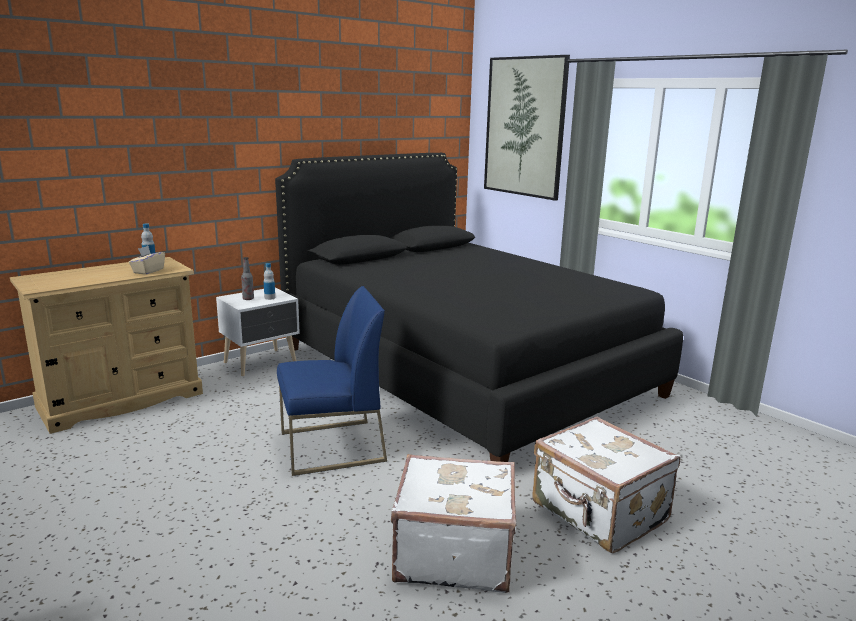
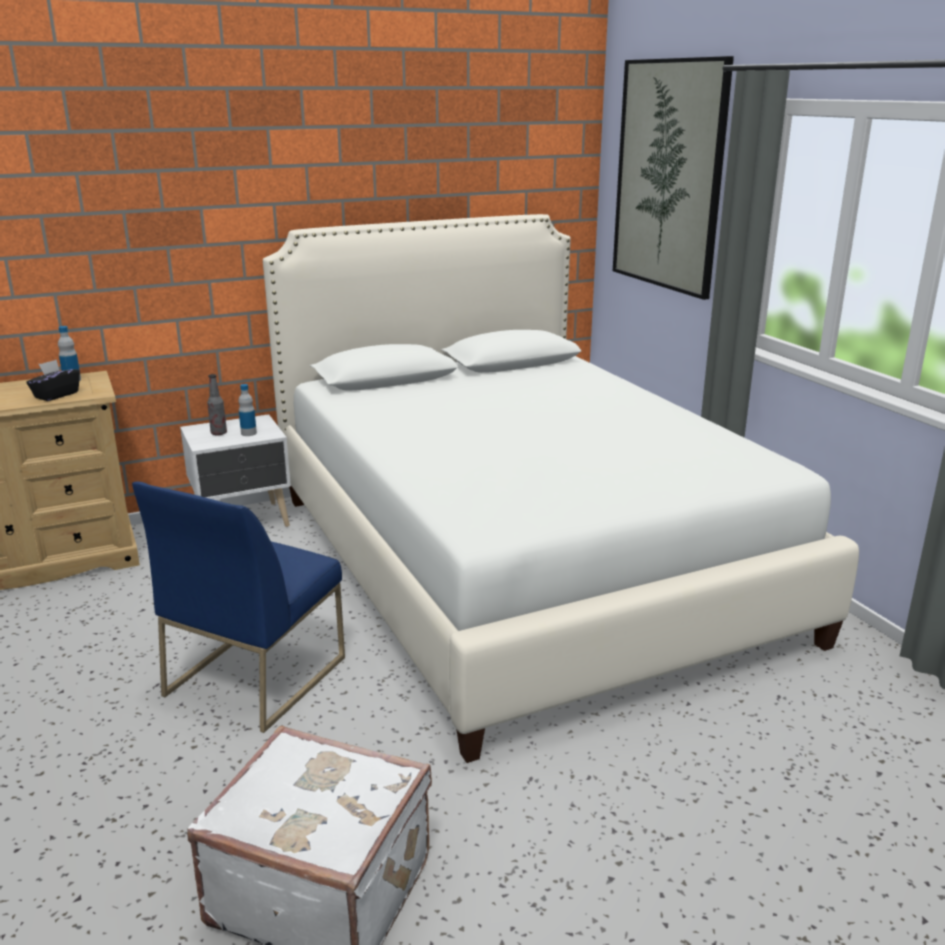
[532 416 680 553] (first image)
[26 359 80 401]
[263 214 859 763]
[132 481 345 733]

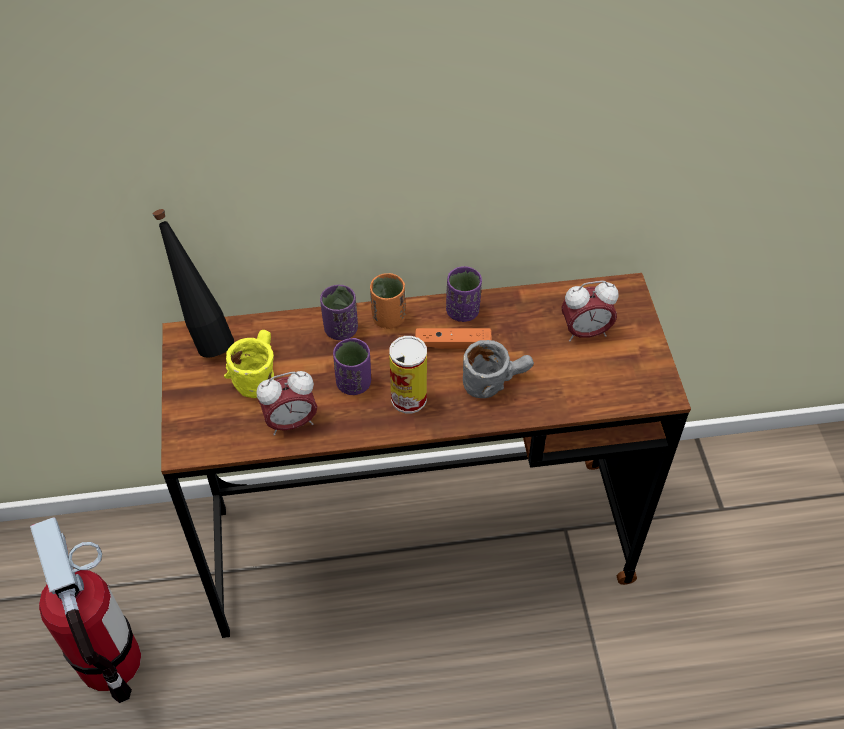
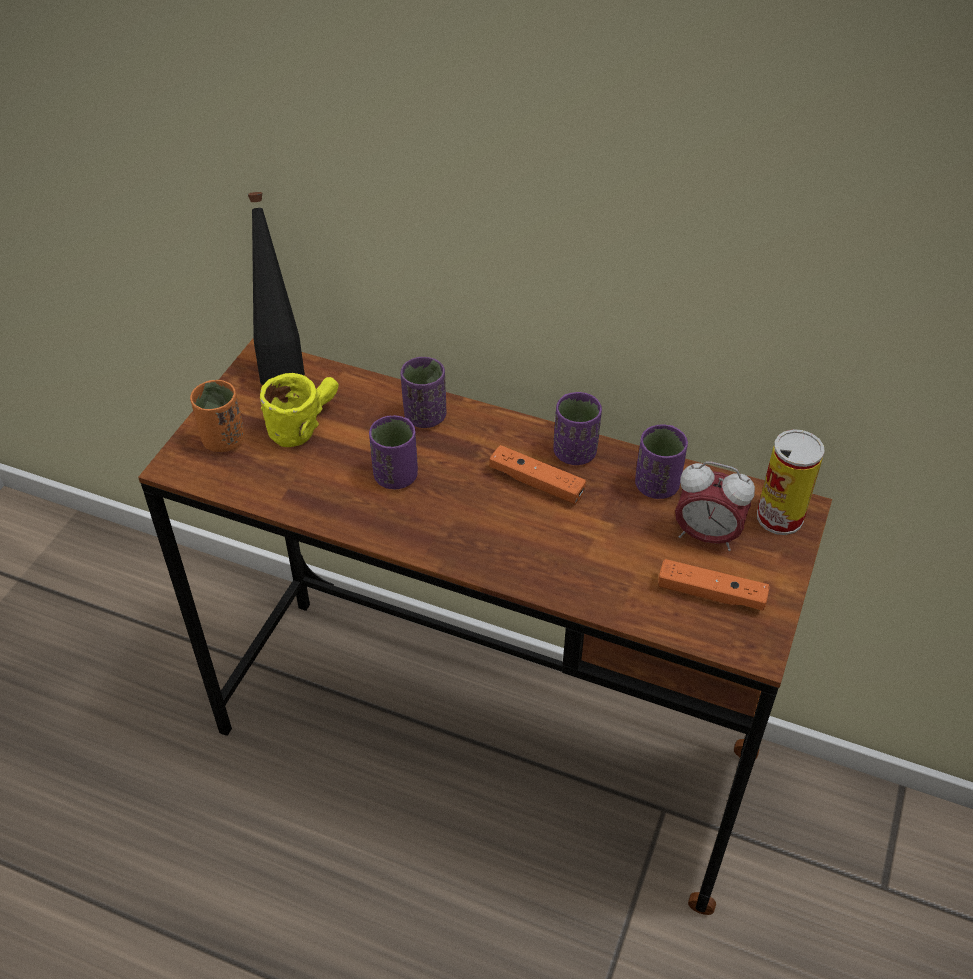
[30 517 141 703] (first image)
[257 371 317 436] (first image)
[463 340 534 398] (first image)
[635 425 688 499]
[658 559 770 611]
[190 380 245 452]
[757 429 825 535]

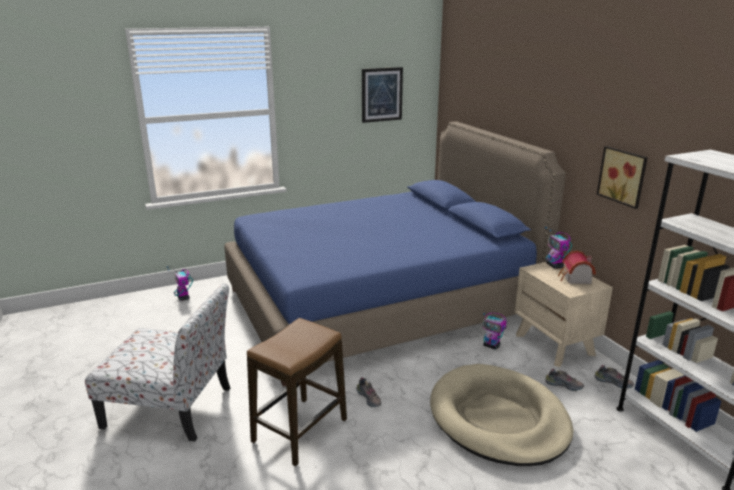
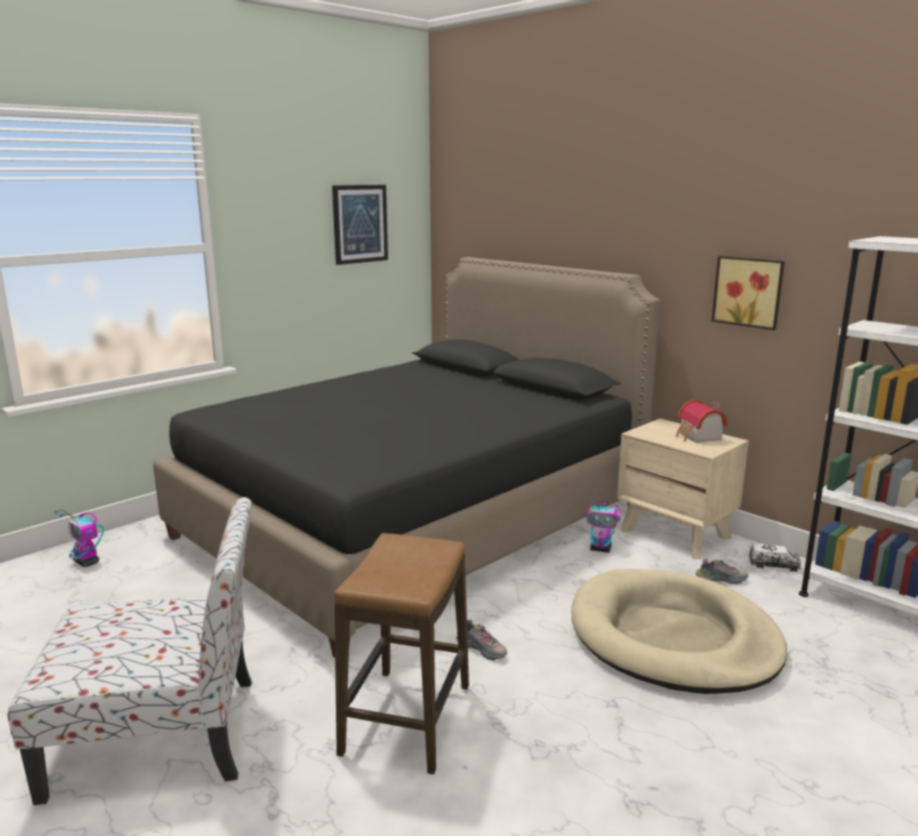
[545 227 572 269] (first image)
[749 543 801 572]
[153 257 660 658]

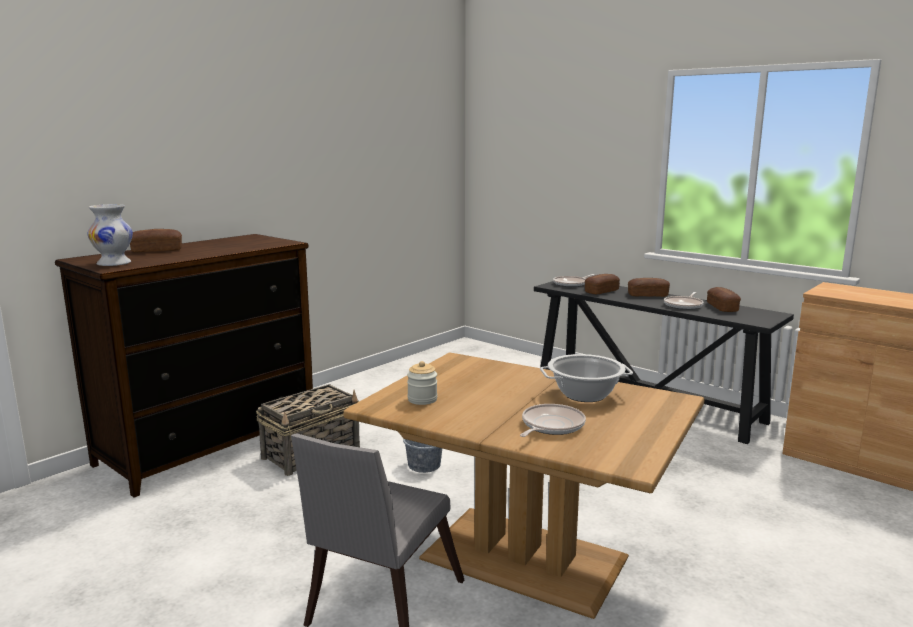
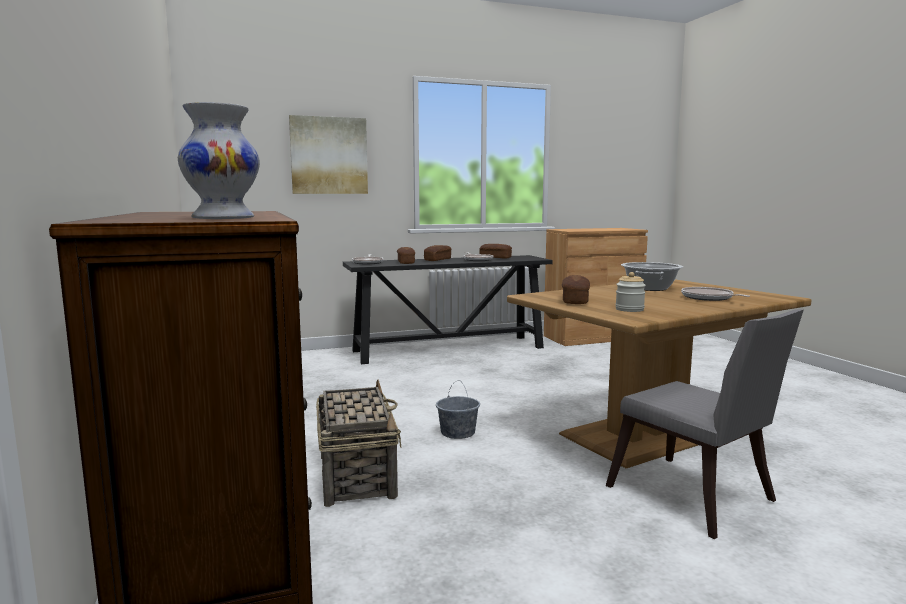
[289 115 368 194]
[562 275 590 304]

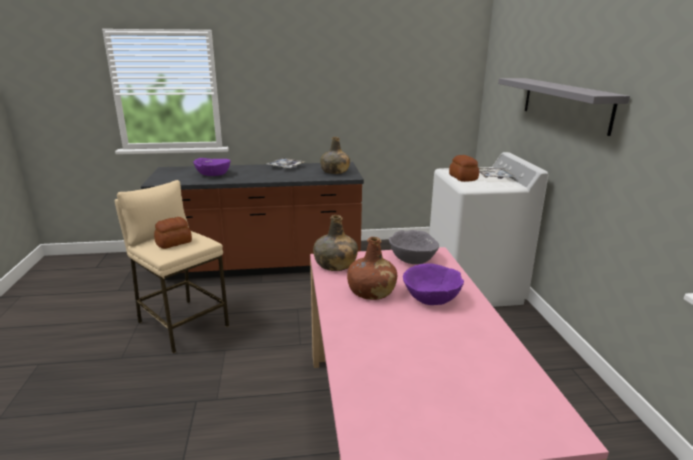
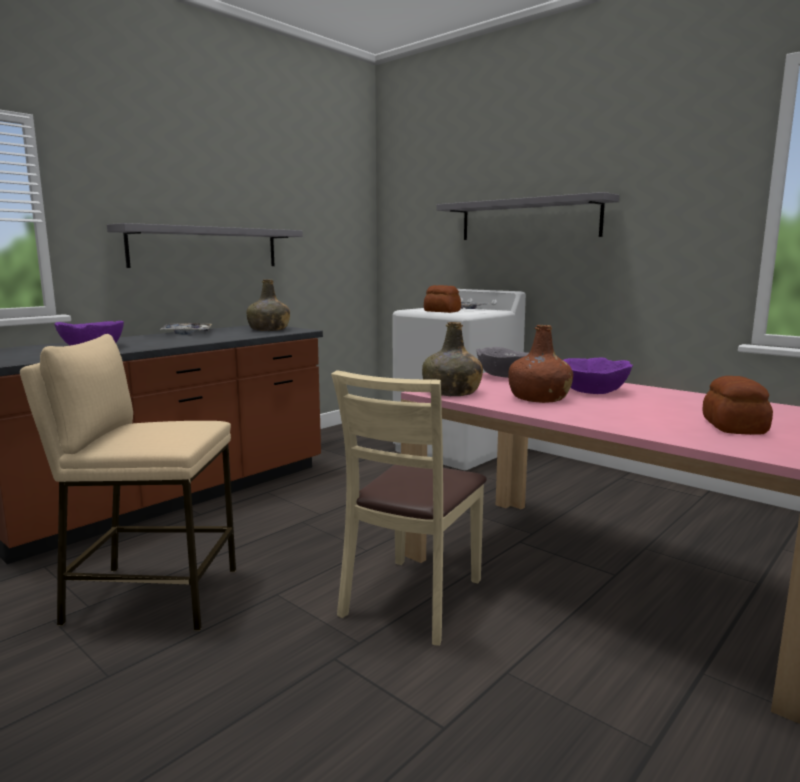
[107 223 303 268]
[331 370 487 646]
[702 376 773 435]

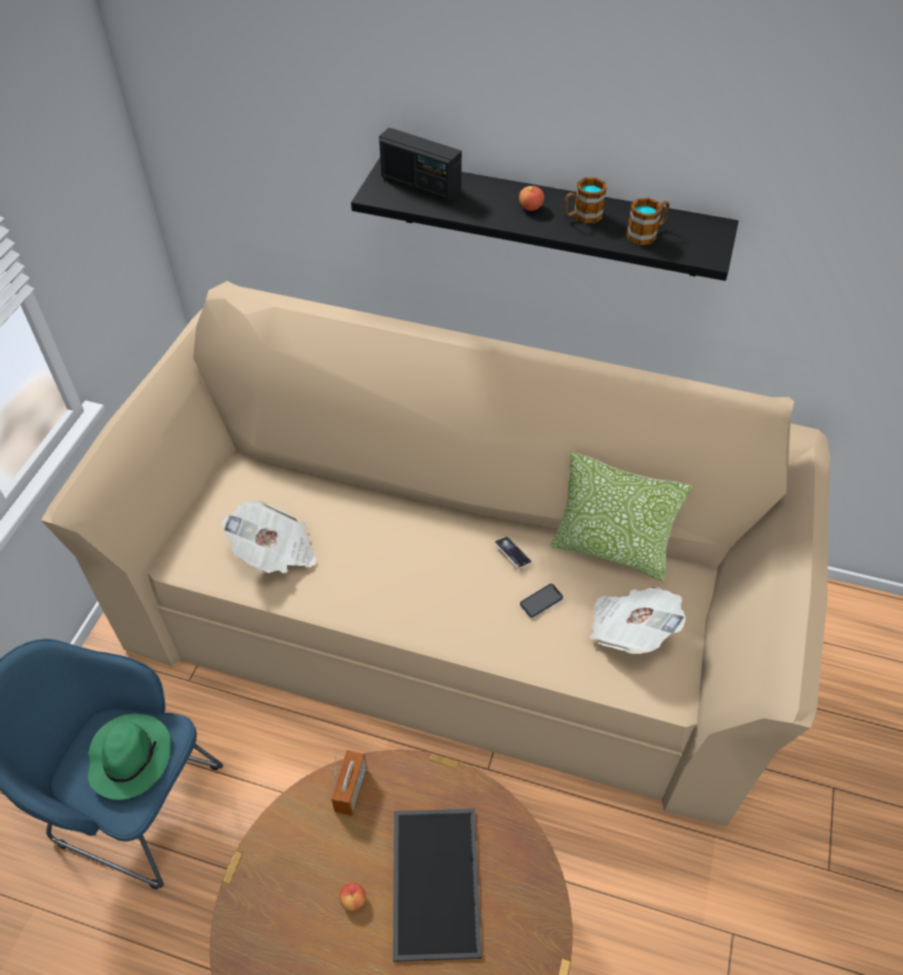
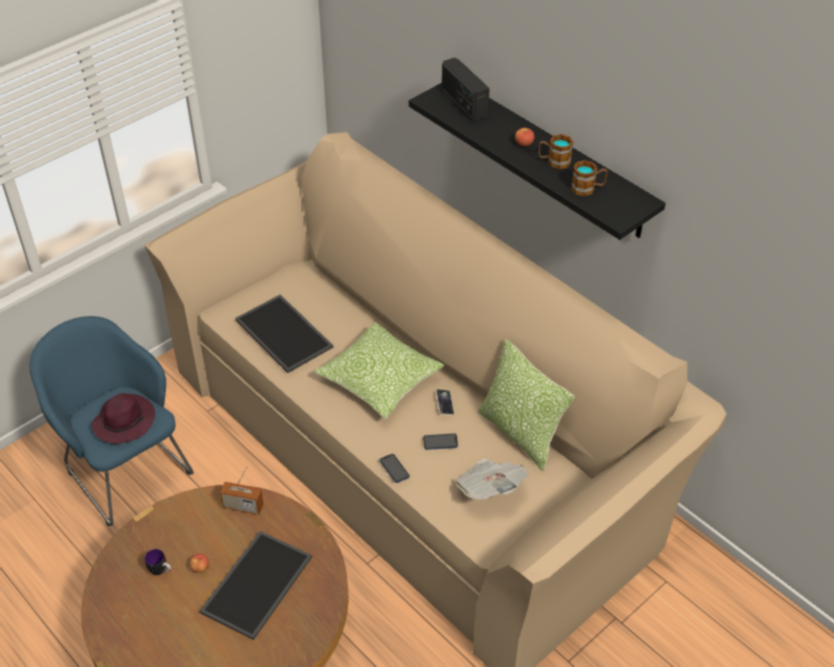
[144 549 171 575]
[314 322 444 419]
[380 454 410 483]
[235 295 333 373]
[91 393 155 444]
[220 467 264 515]

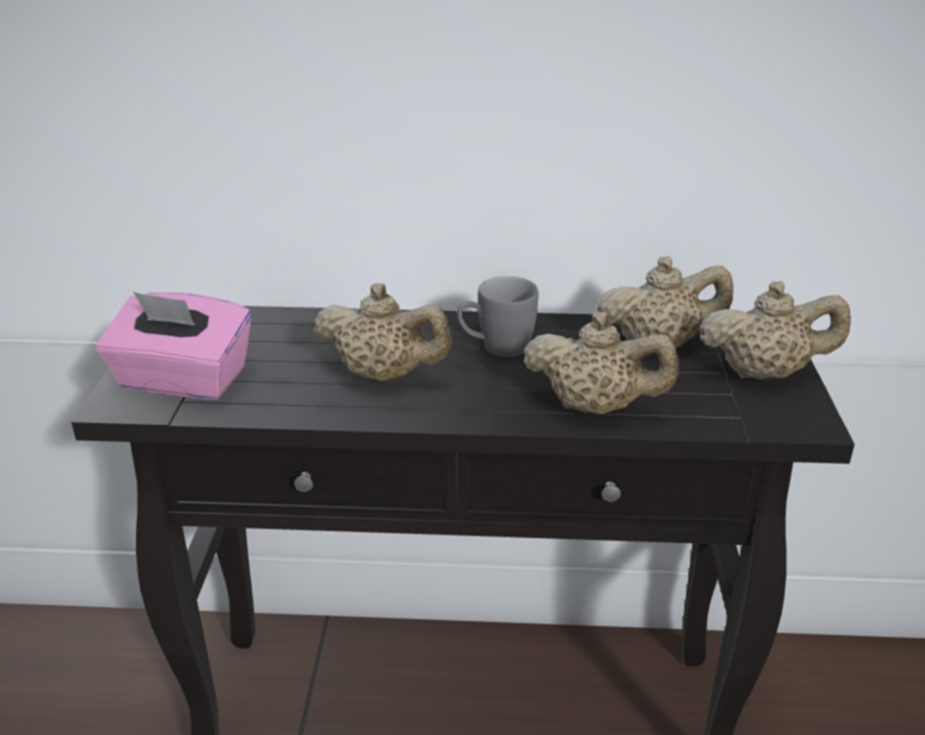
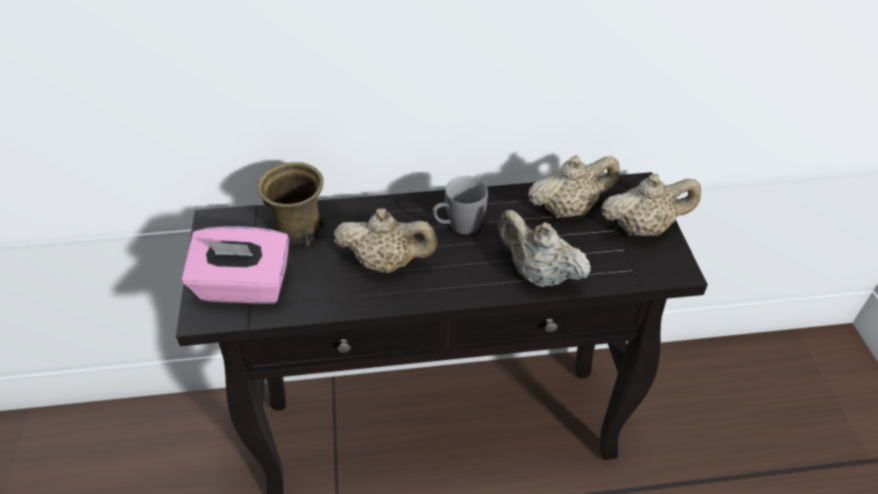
[257 162 325 246]
[497 210 591 287]

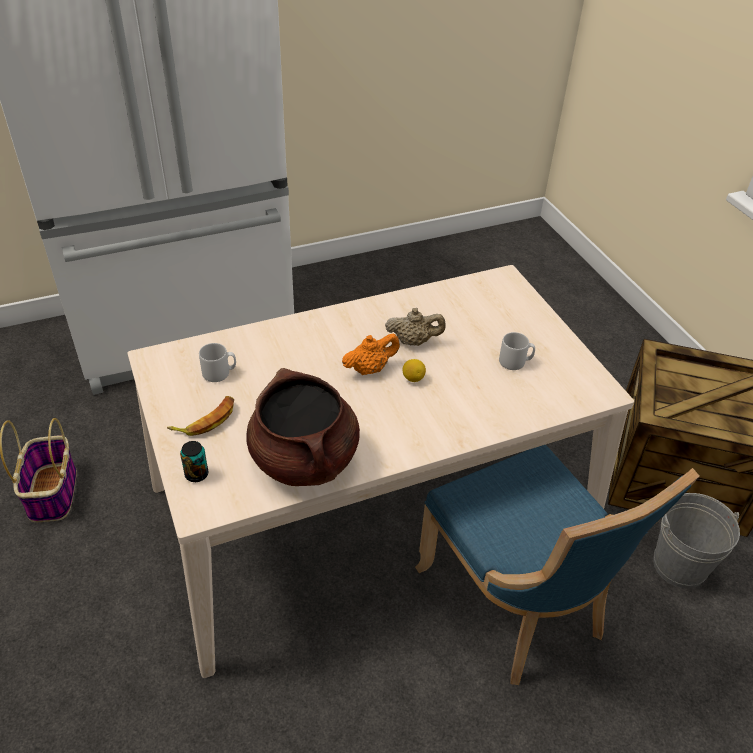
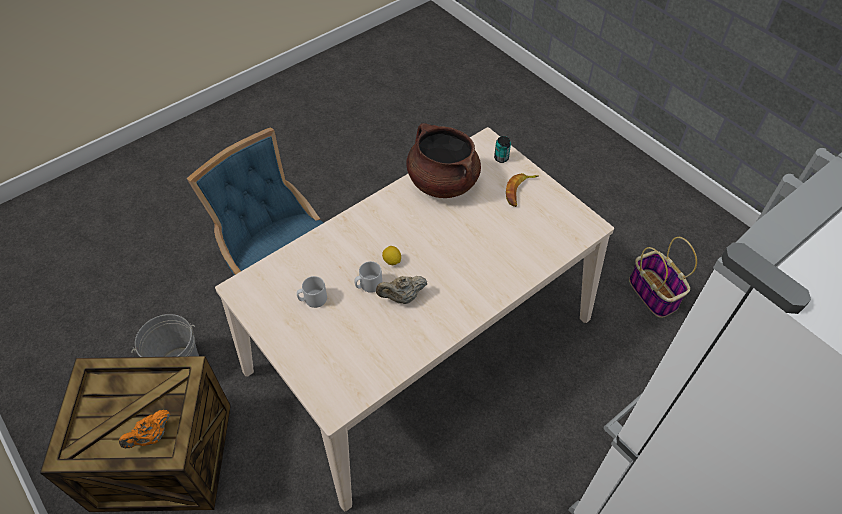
[354 261 382 293]
[119 410 170 448]

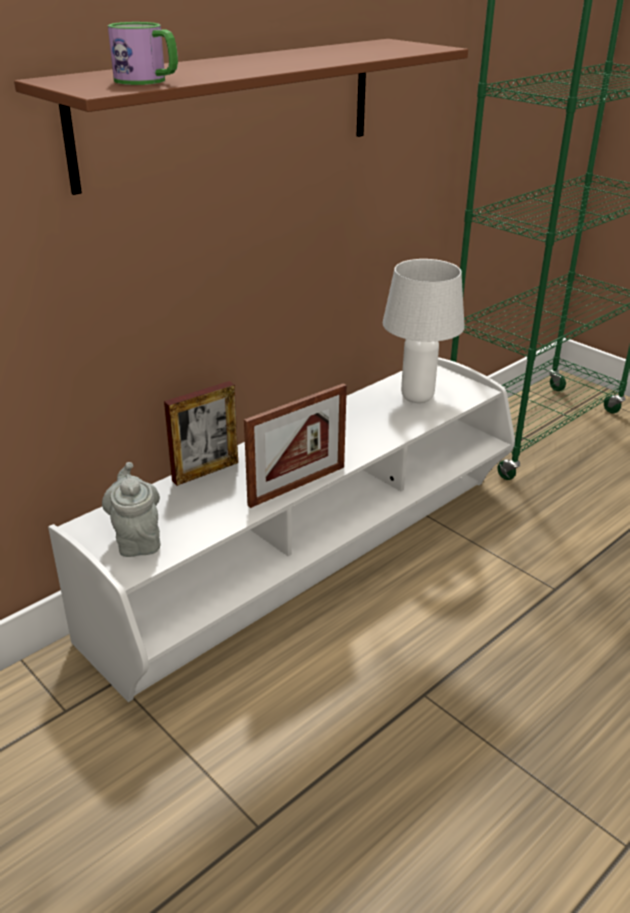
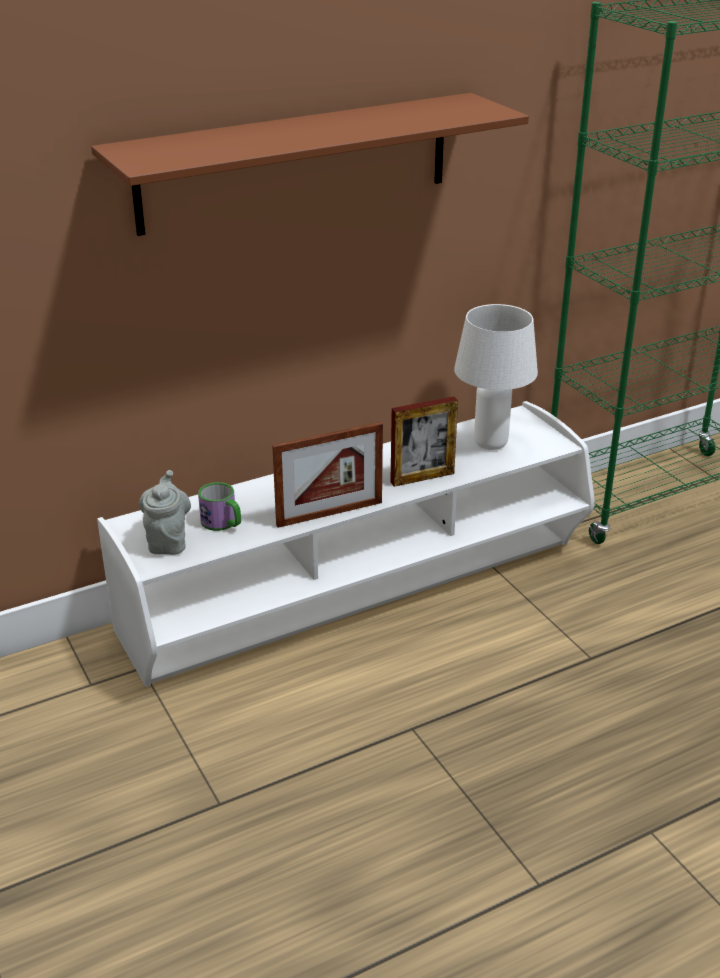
[198 482 241 531]
[390 396 458 487]

